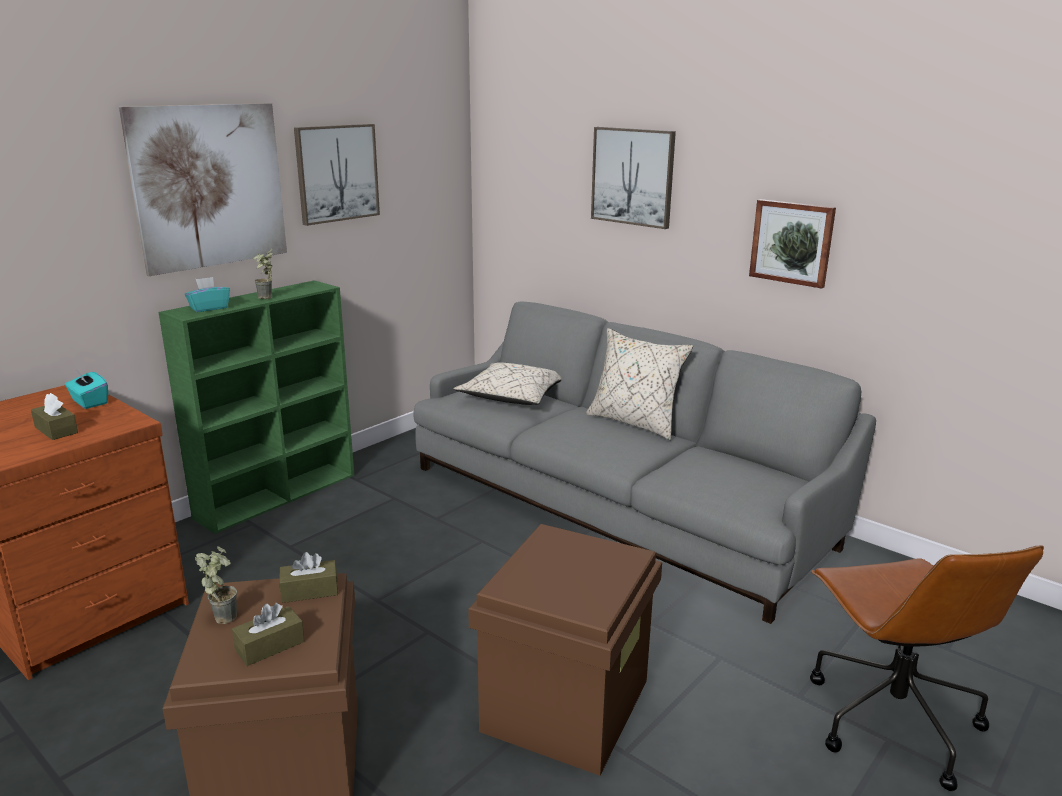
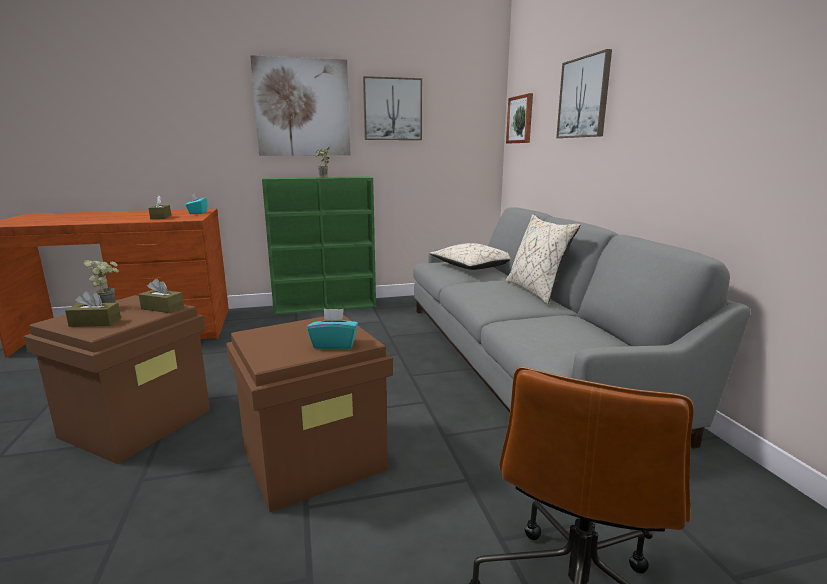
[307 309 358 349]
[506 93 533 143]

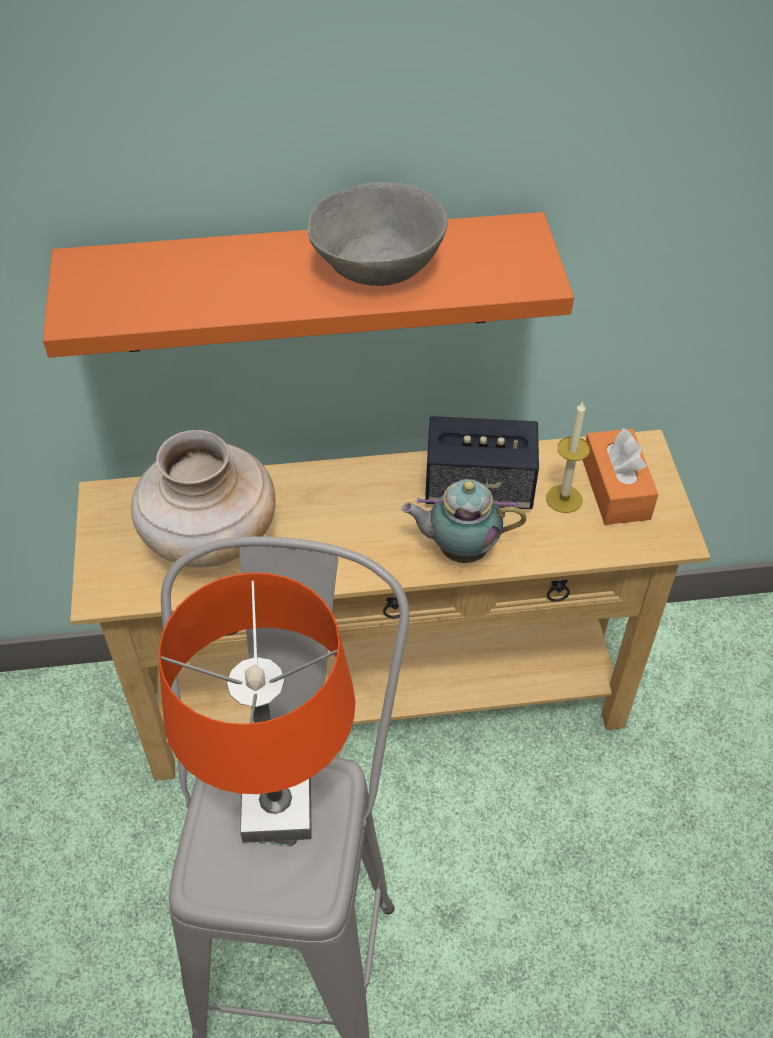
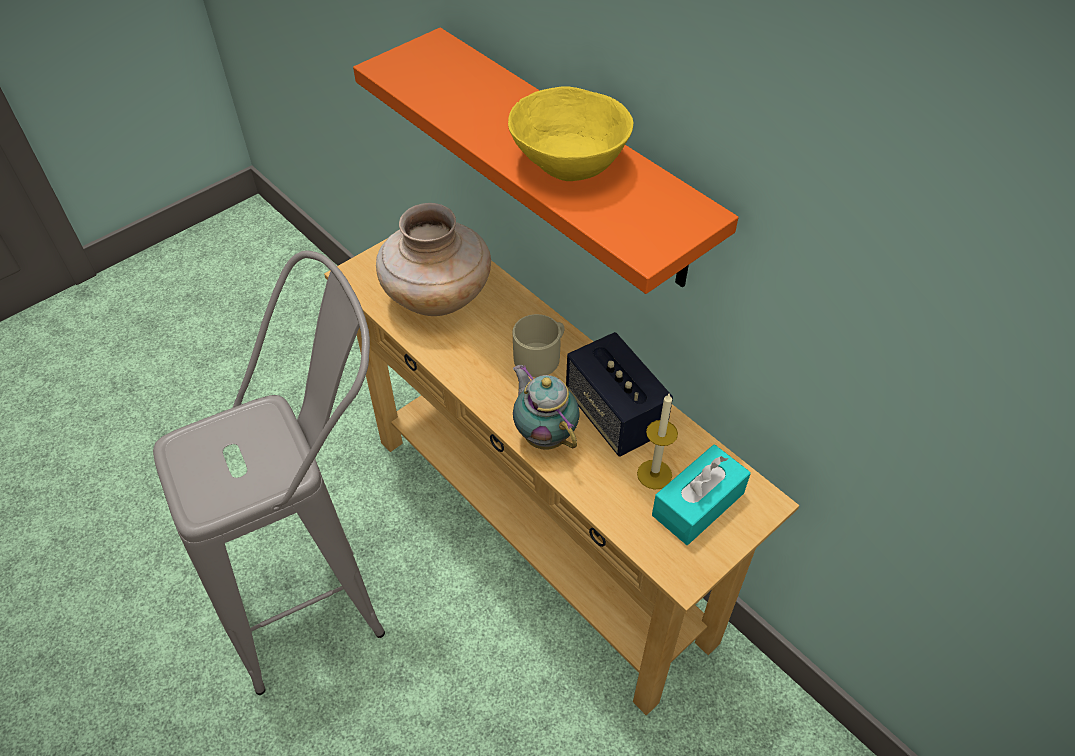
[159 572 355 843] (first image)
[513 314 564 377]
[508 86 633 181]
[652 444 751 545]

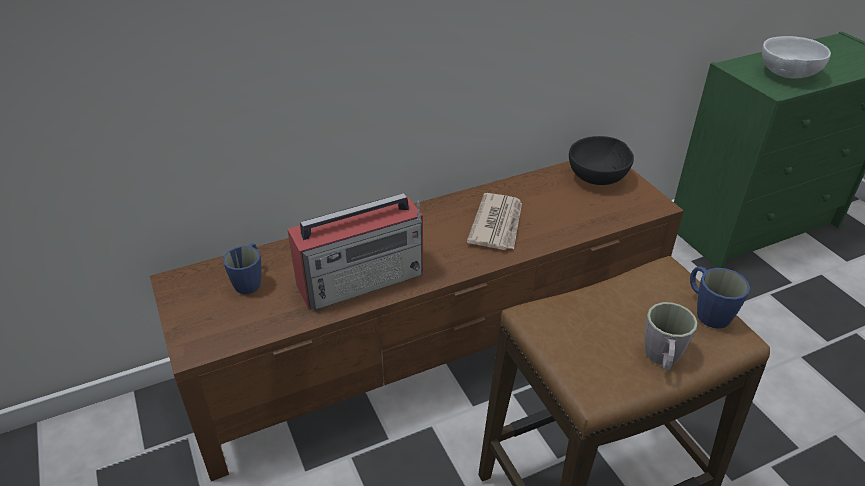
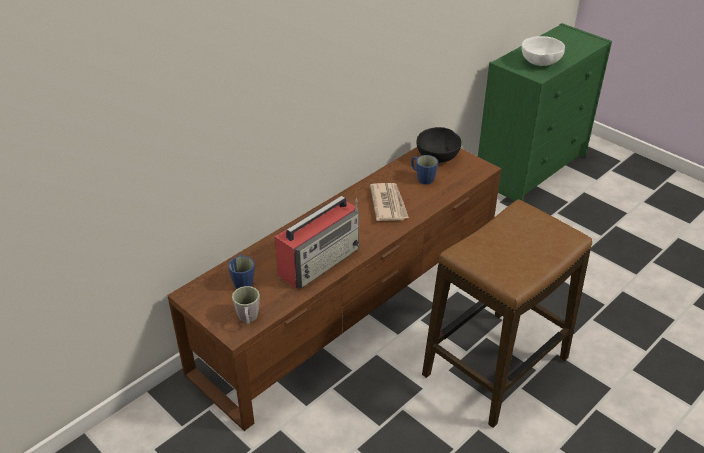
[232 286 260 325]
[411 155 438 184]

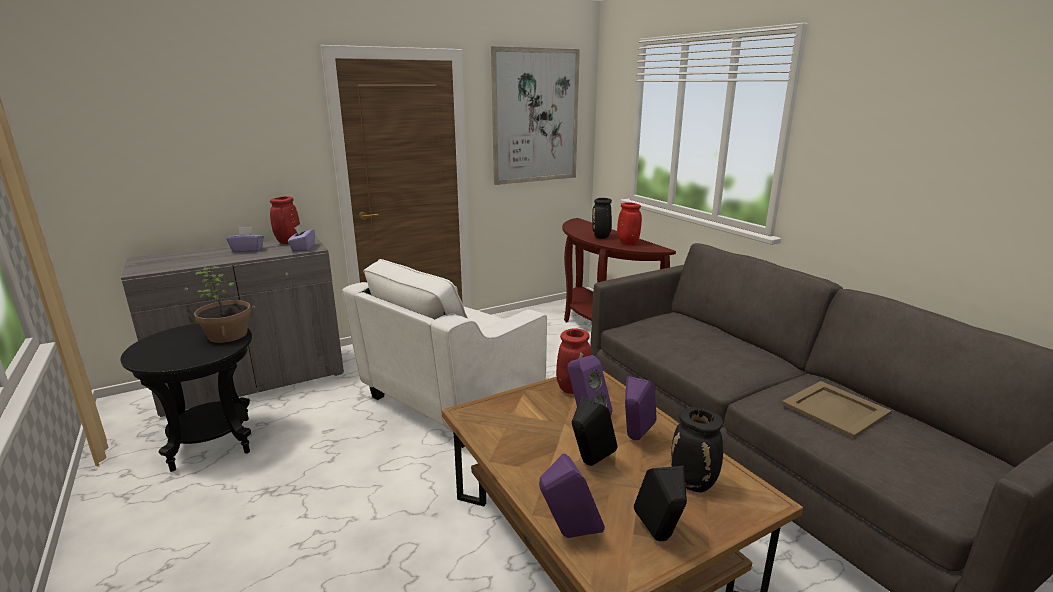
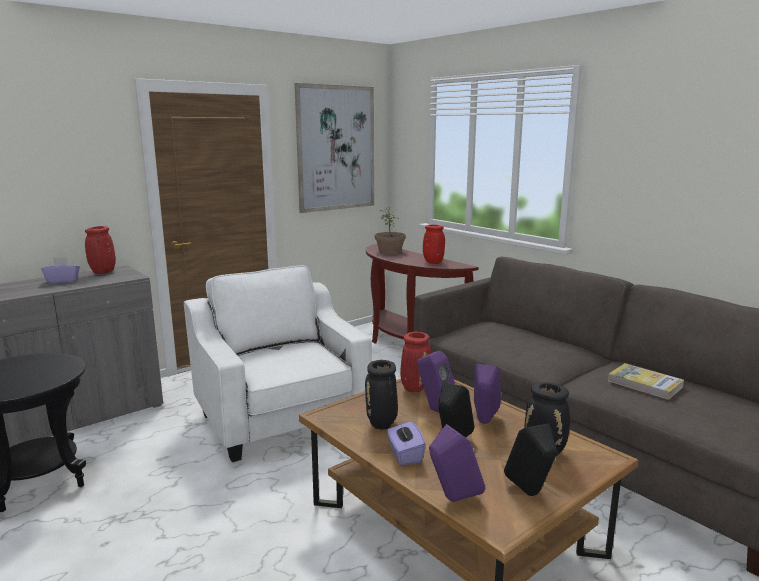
[375 207 406 254]
[387 420 426 465]
[365 360 398 429]
[608 363 684 400]
[184 265 372 462]

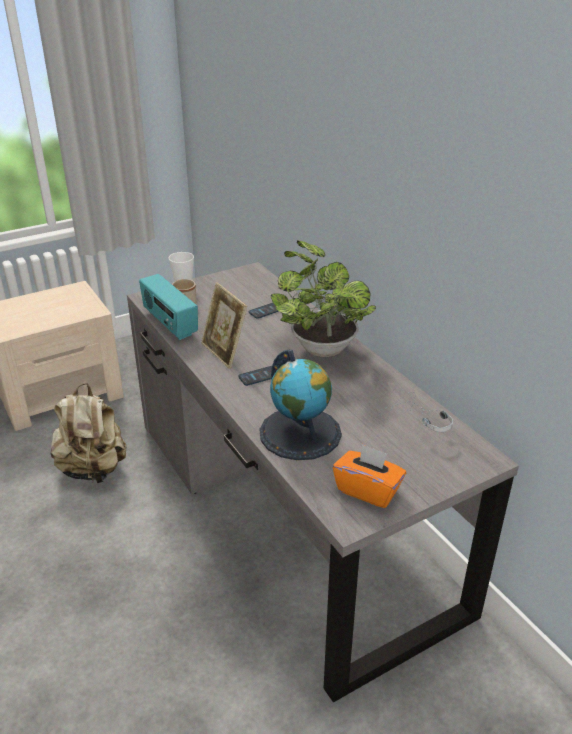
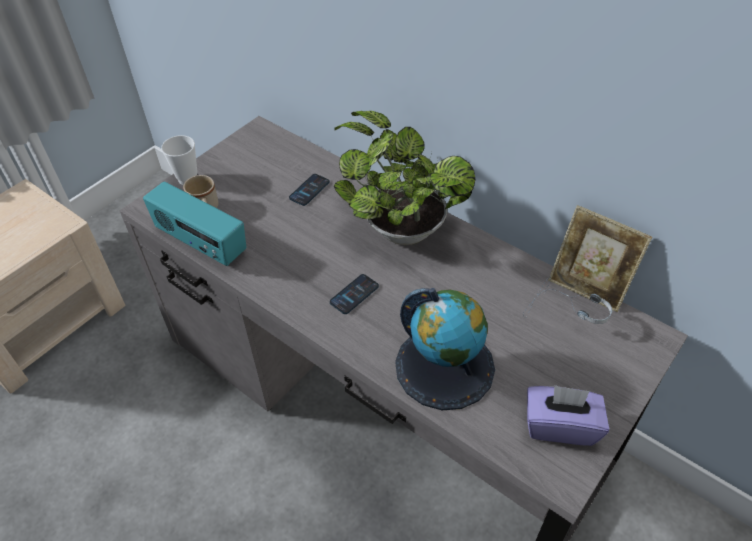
[51 383 126 483] (first image)
[549 205 652 312]
[527 385 609 446]

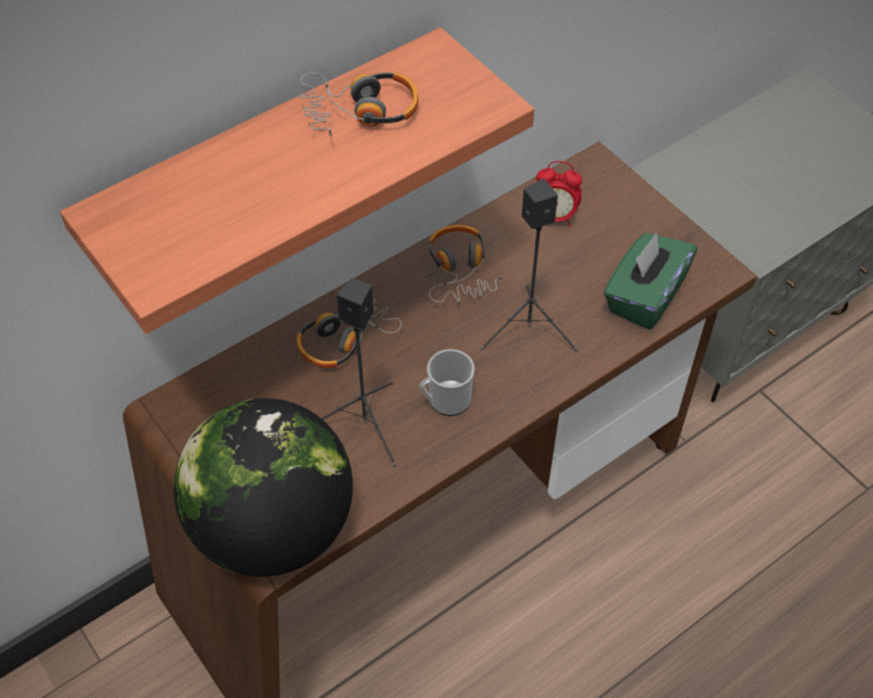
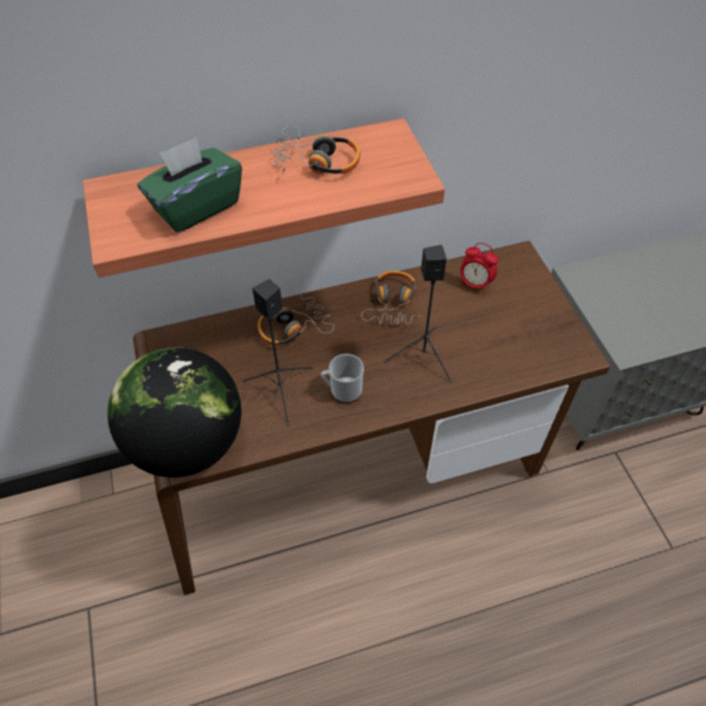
[137 137 242 232]

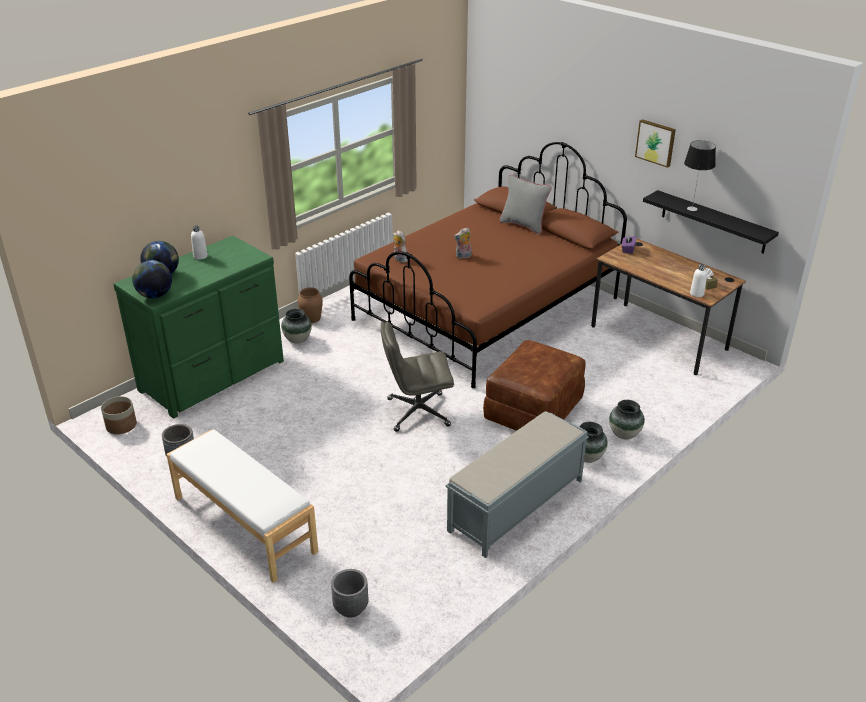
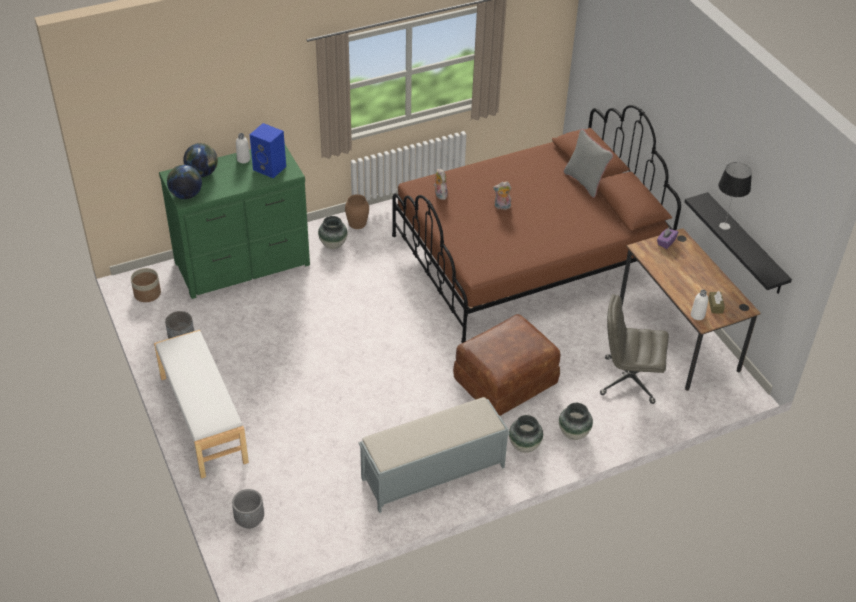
[635 119 676 168] (first image)
[250 123 286 178]
[600 294 669 404]

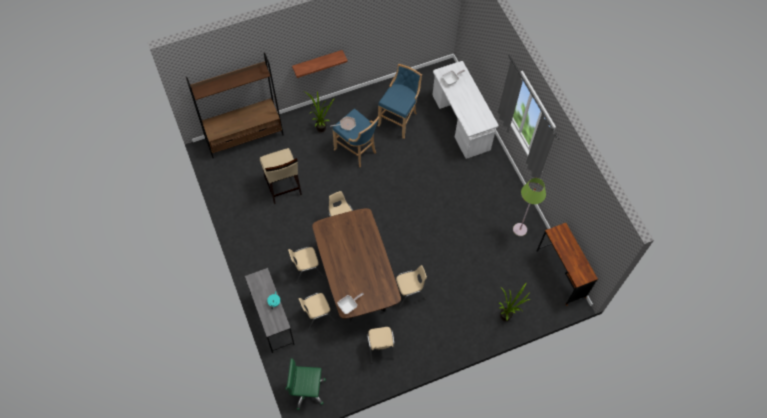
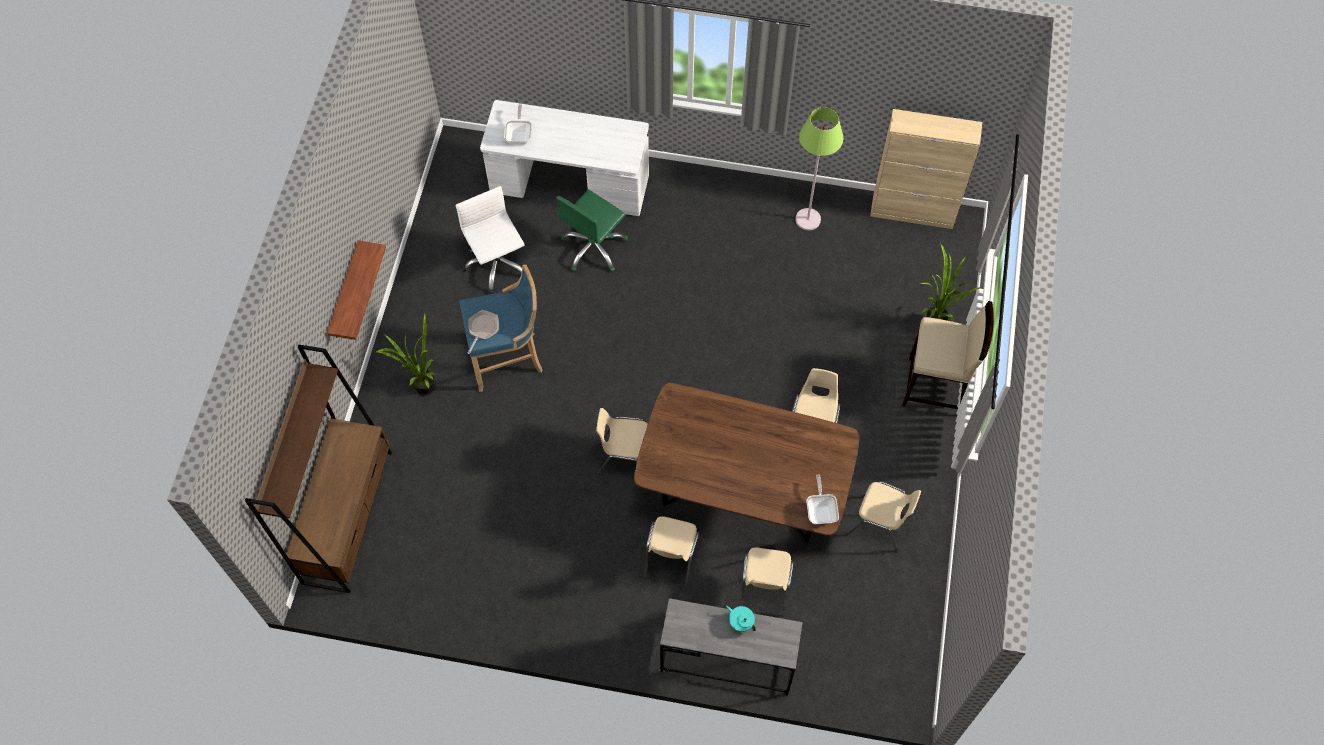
[902 301 994 409]
[556 189 628 272]
[456 186 524 294]
[870 109 982 229]

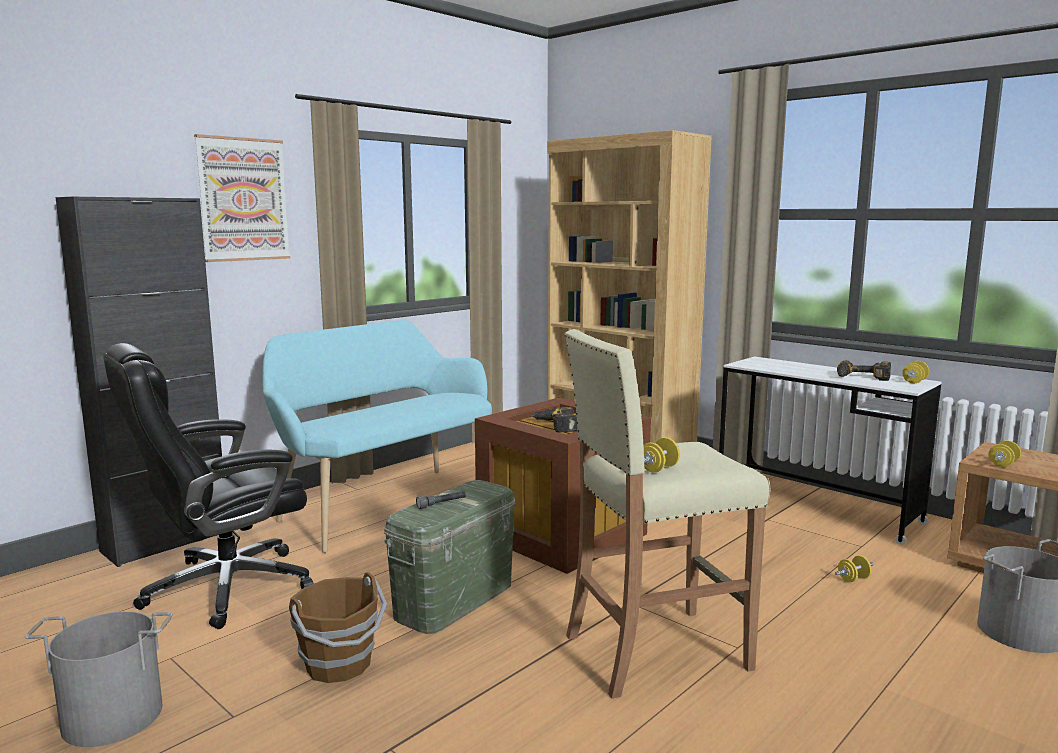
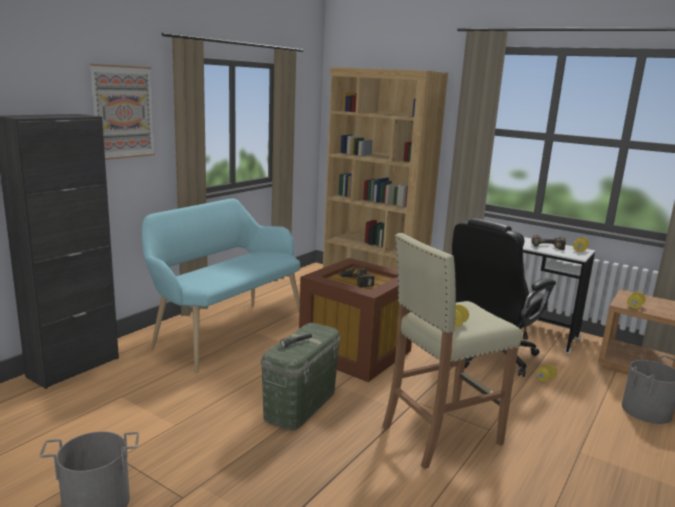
[289 572 387 683] (first image)
[452 218 556 377]

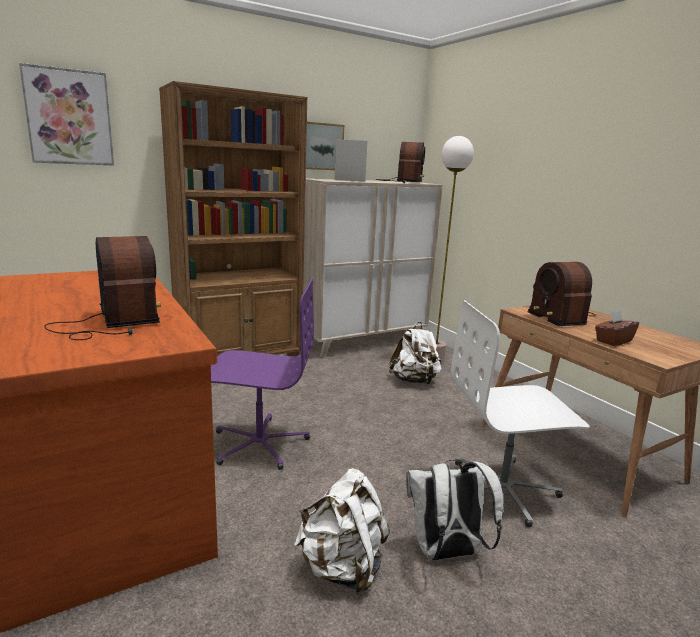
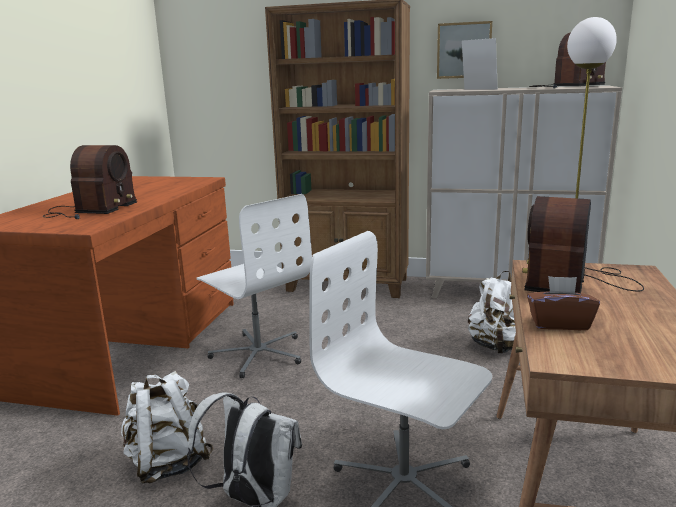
[19 63 114 166] (first image)
[197 194 312 378]

